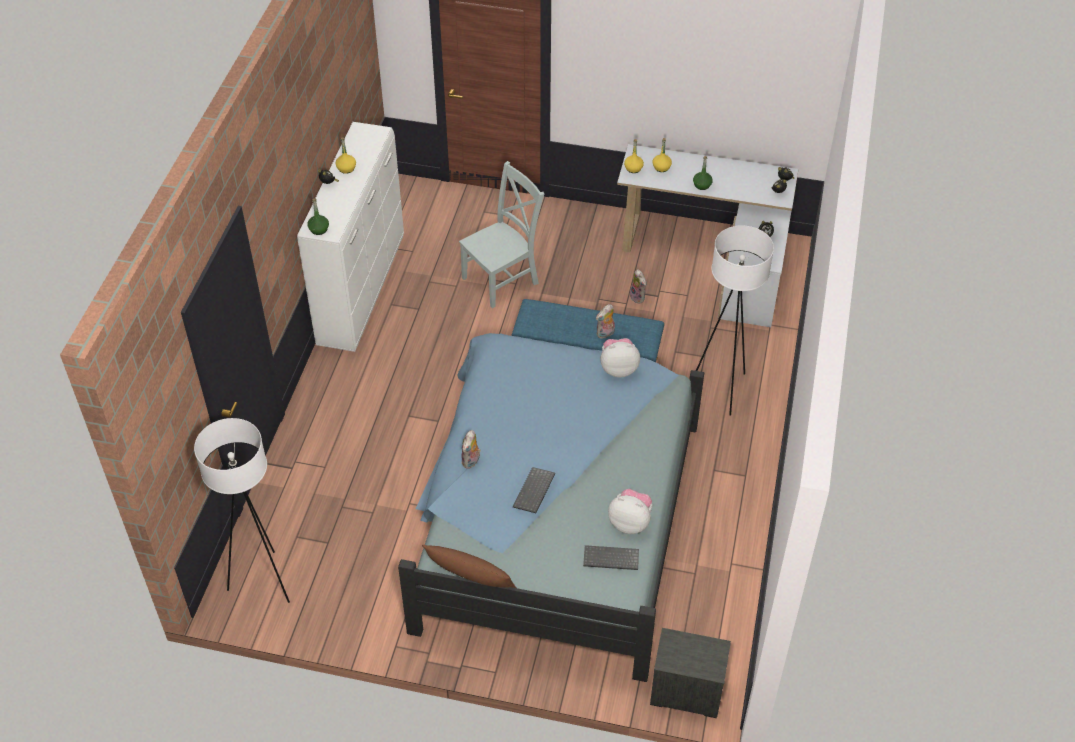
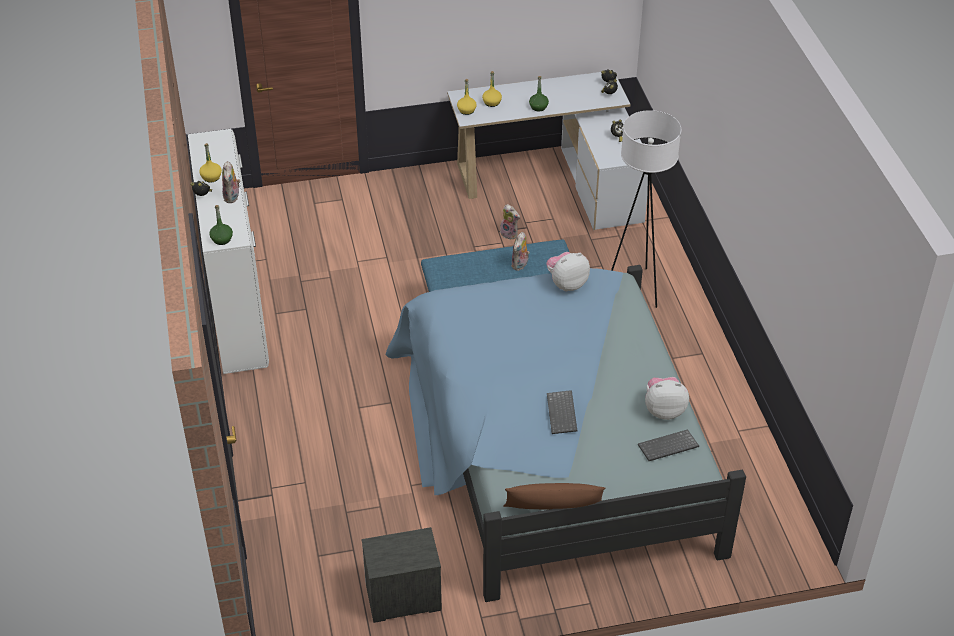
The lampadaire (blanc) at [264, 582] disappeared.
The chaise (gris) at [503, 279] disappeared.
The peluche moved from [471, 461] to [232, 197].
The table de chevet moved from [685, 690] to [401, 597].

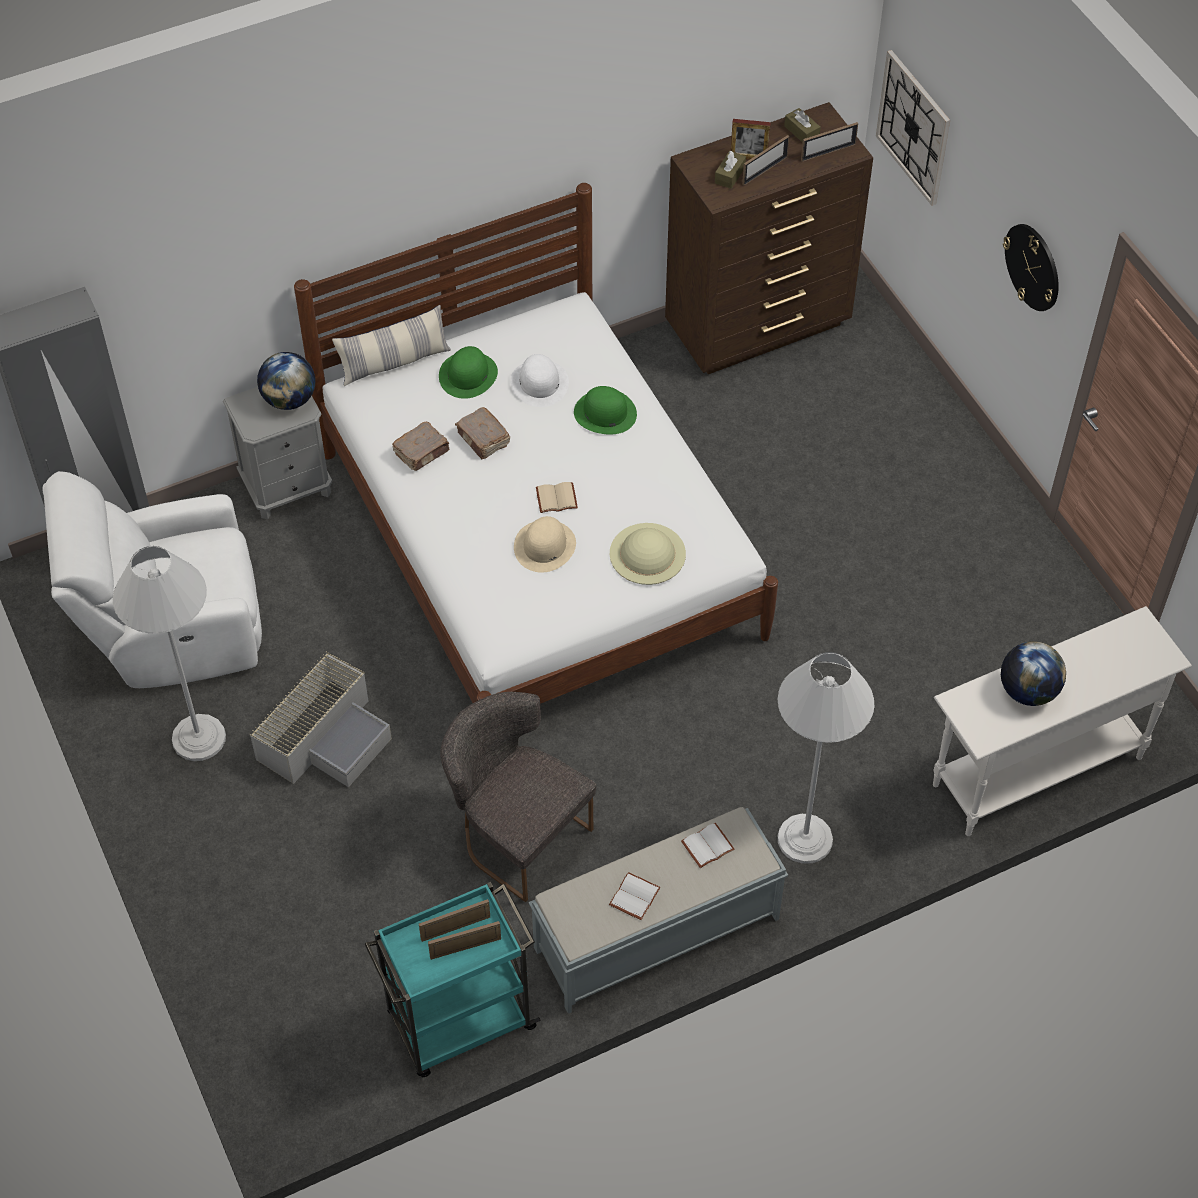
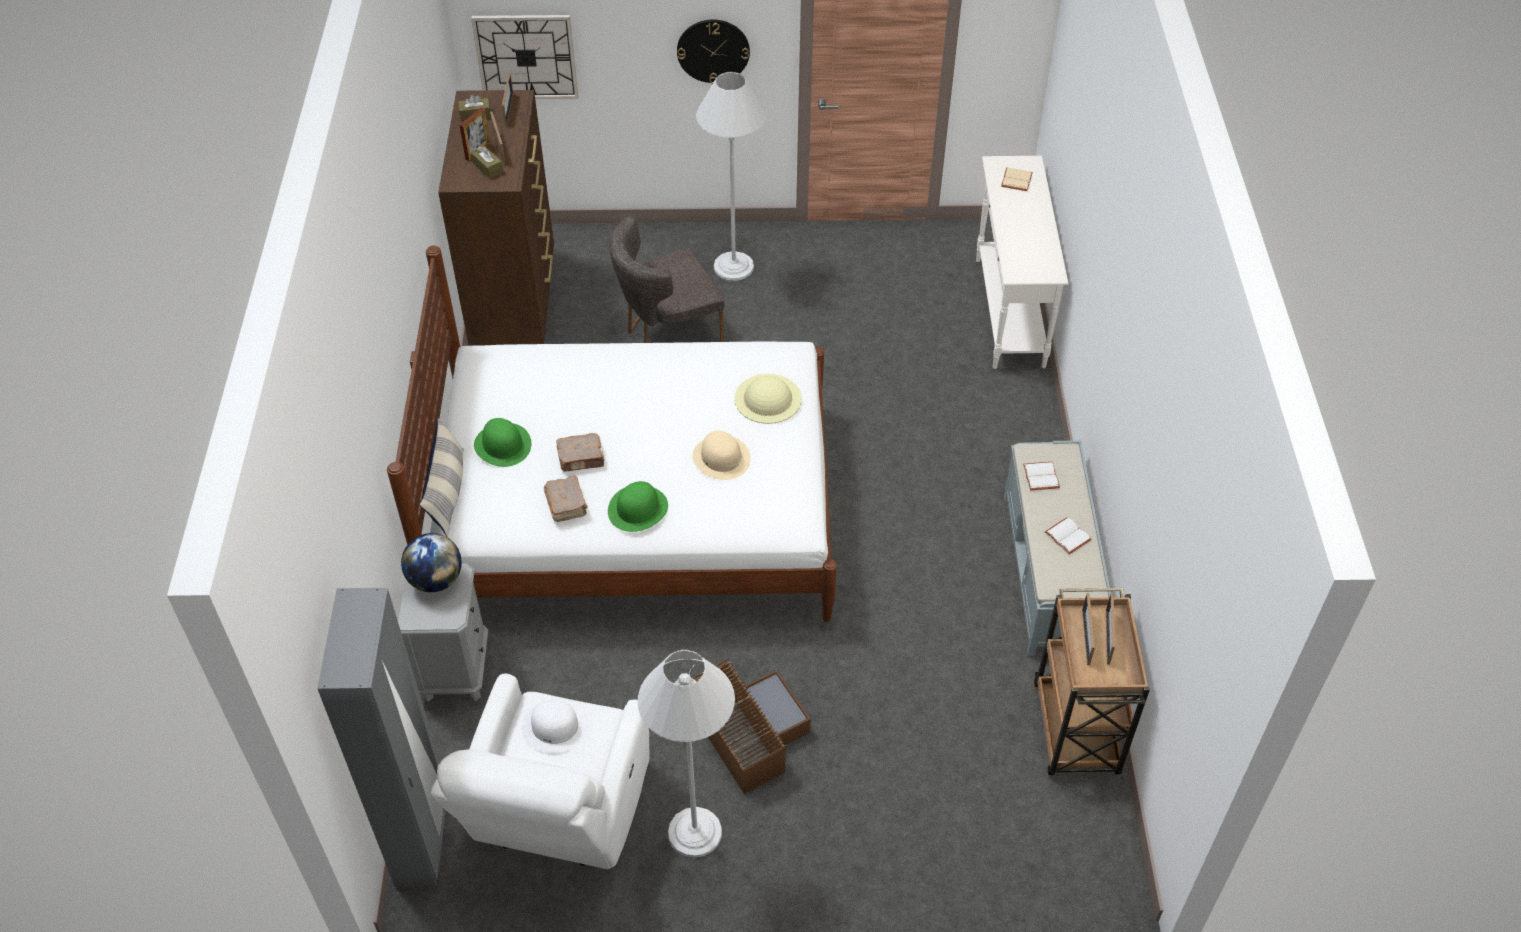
The globe at [1028, 691] disappeared.
The chaise (gris) moved from [516, 834] to [667, 335].
The chapeau (blanc) moved from [539, 383] to [555, 726].
The livre (beige) moved from [557, 497] to [1015, 179].
The chapeau (vert) moved from [605, 413] to [638, 509].
The lampadaire (blanc) moved from [805, 839] to [733, 266].
The boîte de rangement (gris) at [326, 735] became the boîte de rangement (marron) at [747, 730].
The chariot (turquoise) at [459, 1022] became the chariot (marron) at [1076, 731].

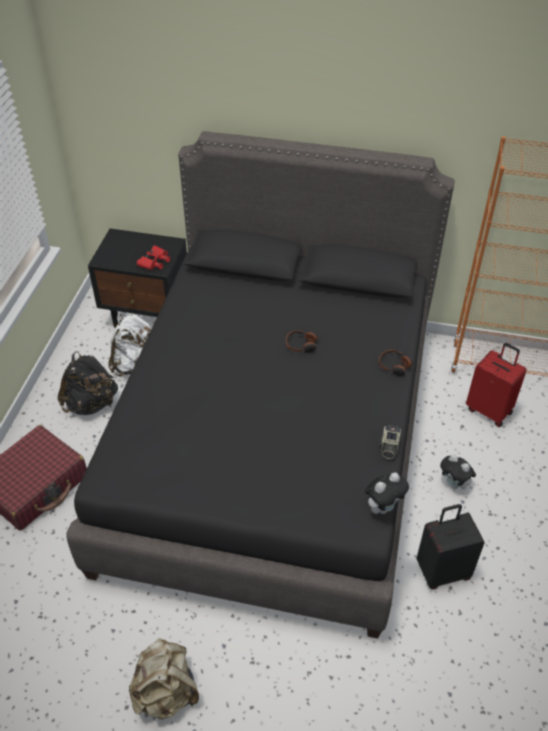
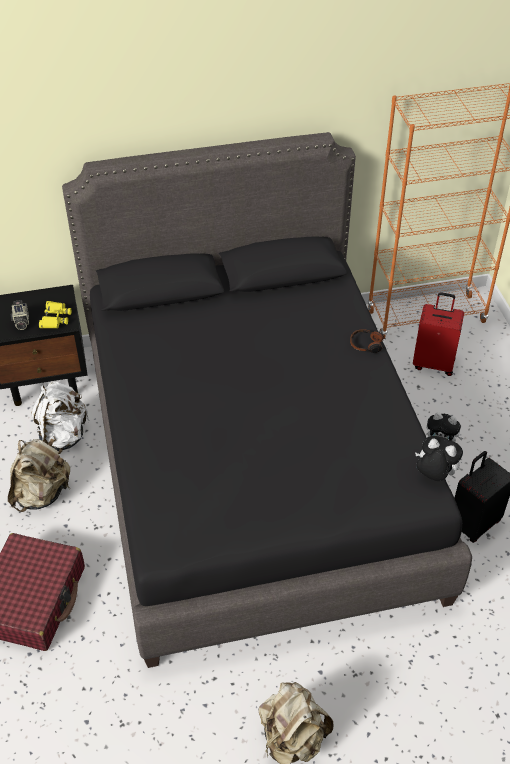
The casque audio at [302, 345] disappeared.
The appareil photo moved from [388, 447] to [21, 321].
The sac à dos (noir) at [91, 404] became the sac à dos (beige) at [42, 494].
The jumelles (rouge) at [154, 261] became the jumelles (jaune) at [55, 318].
The peluche at [383, 507] turned 90 degrees counterclockwise.

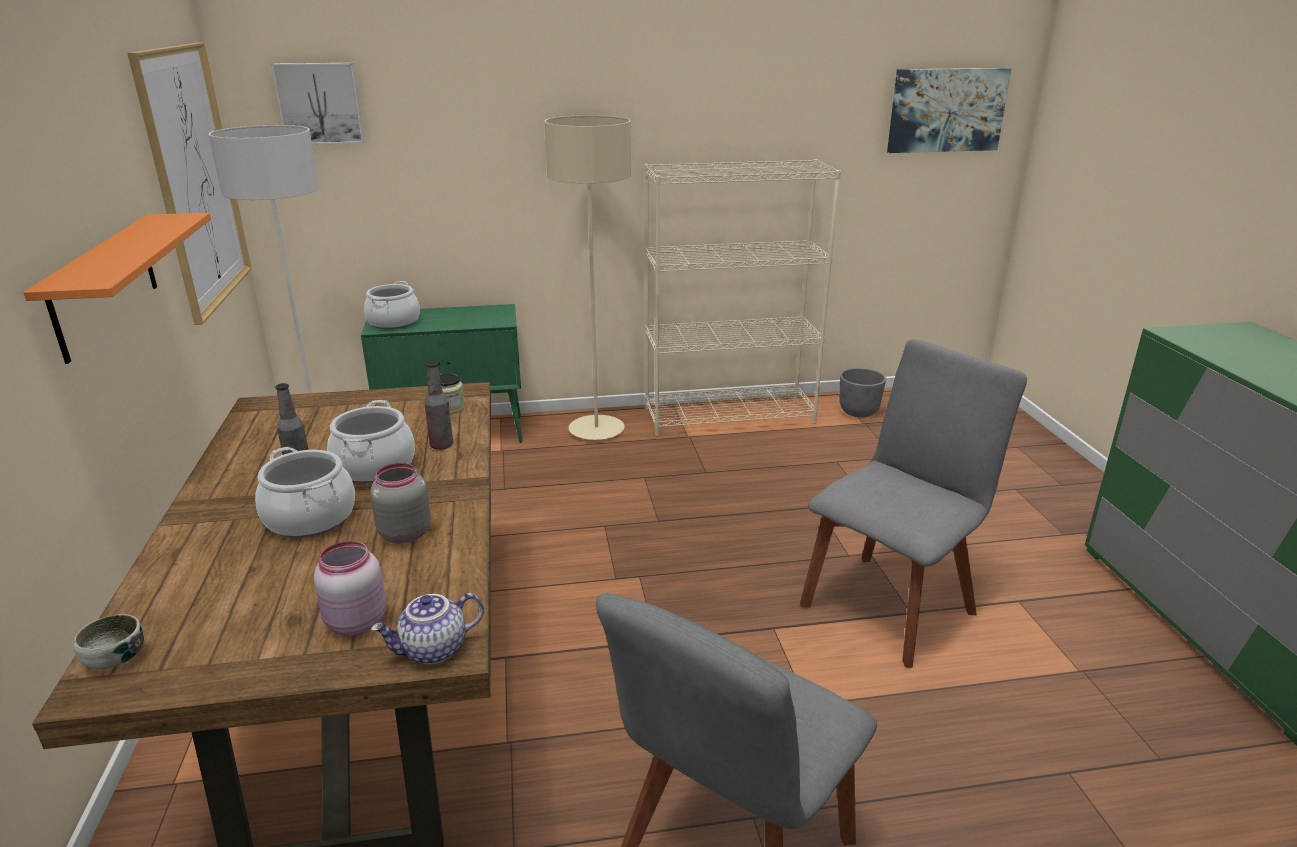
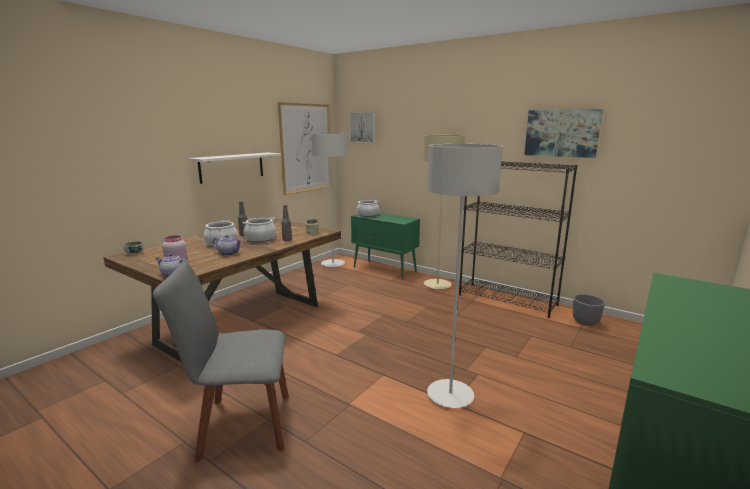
The tableau moved from [946, 110] to [561, 133].
The bocal (gris) at [403, 534] was replaced by the théière at [228, 253].
The chaise (gris) at [891, 604] was replaced by the lampadaire (gris) at [450, 395].
The étagère (orange) at [104, 284] became the étagère (blanc) at [232, 167].
The bibliothèque (beige) at [730, 415] became the bibliothèque (noir) at [507, 300].

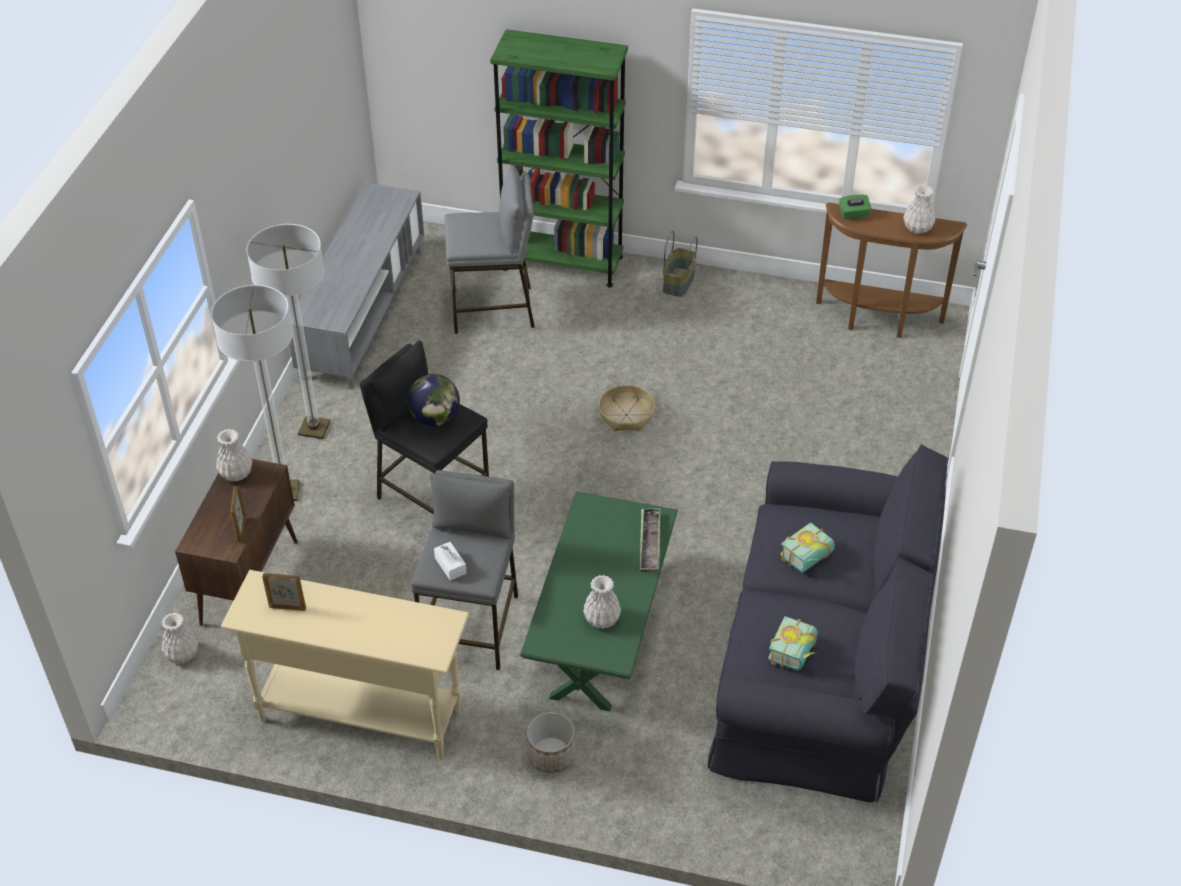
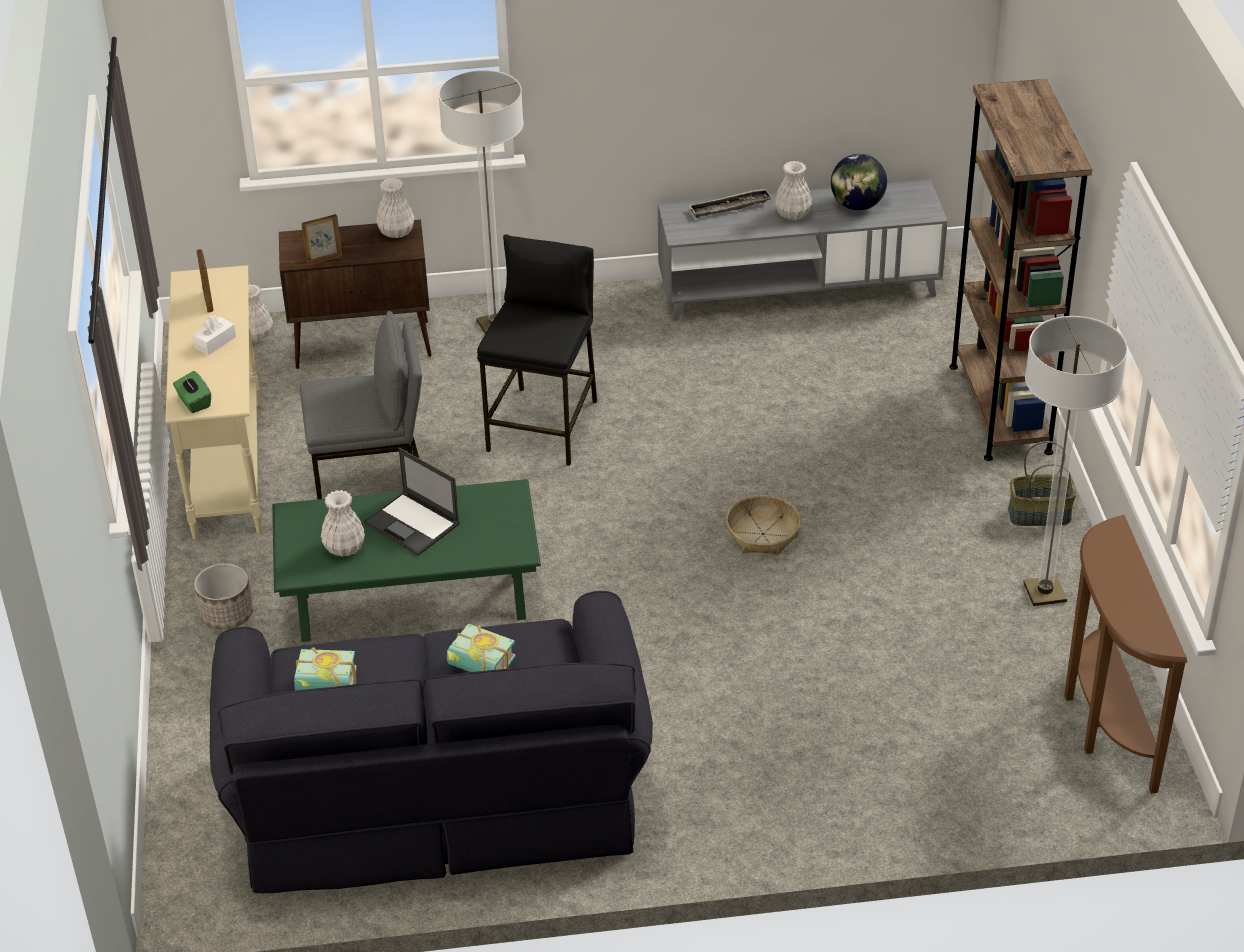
The tabouret (gris) at [493, 310] disappeared.
The ordinateur portable at [413, 524] appeared.
The lampadaire moved from [314, 428] to [1044, 593].
The globe moved from [435, 418] to [857, 205].
The boîte à mouchoirs (blanc) moved from [450, 565] to [215, 342].
The plateau moved from [649, 543] to [730, 207].
The boîte à mouchoirs (vert) moved from [853, 214] to [194, 402].
The vase (blanc) moved from [917, 228] to [792, 214].
The bibliothèque (vert) at [562, 263] became the bibliothèque (marron) at [1000, 408].

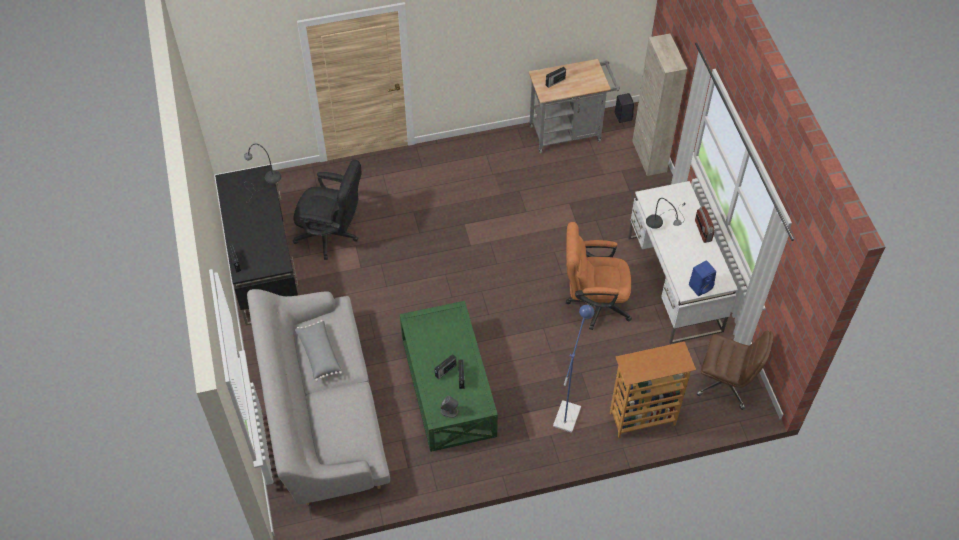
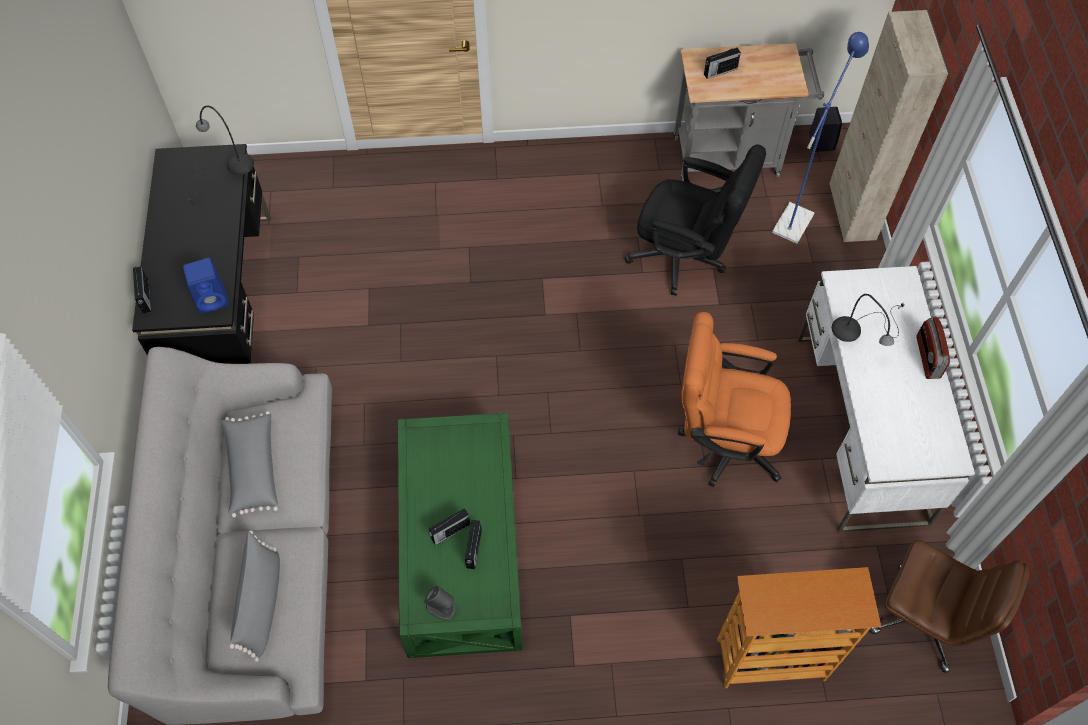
The coussin (gris) at [261, 603] appeared.
The chaise de bureau (noir) moved from [332, 235] to [685, 258].
The lampadaire (bleu) moved from [568, 411] to [796, 217].
The enceinte (bleu) moved from [701, 286] to [213, 299].

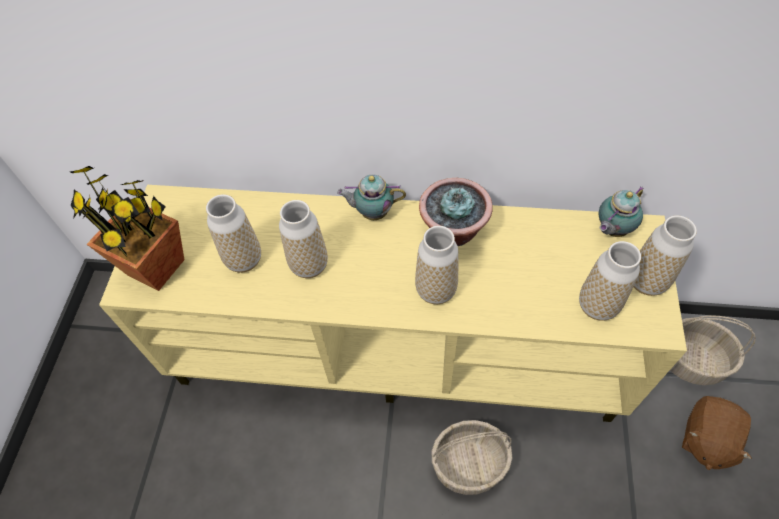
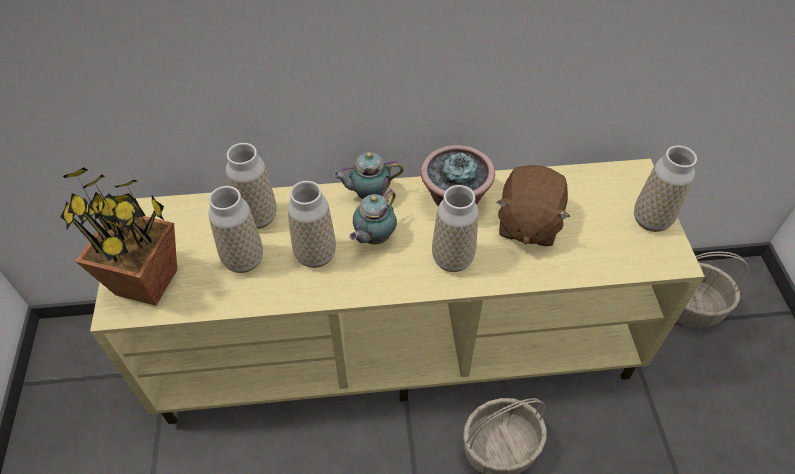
The vase moved from [597, 306] to [258, 217].
The théière moved from [611, 230] to [373, 238].
The peluche (marron) moved from [706, 439] to [527, 223].

